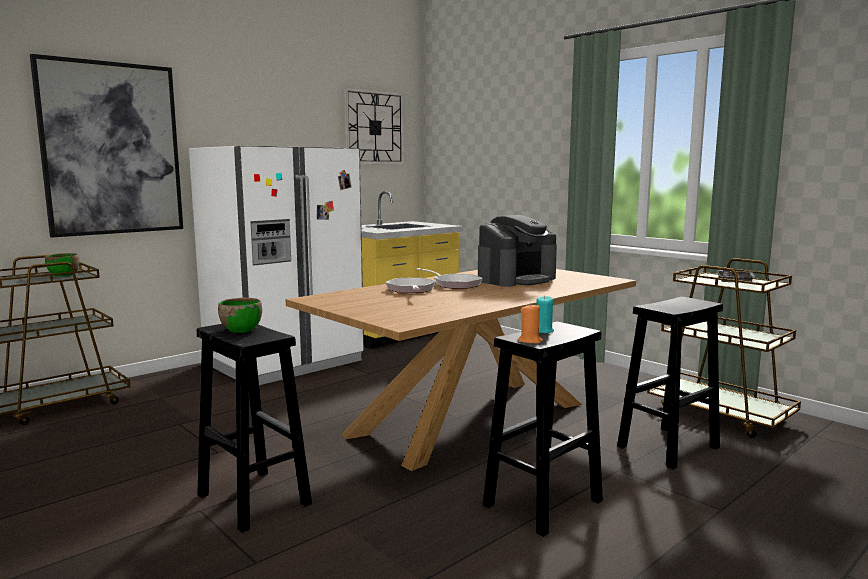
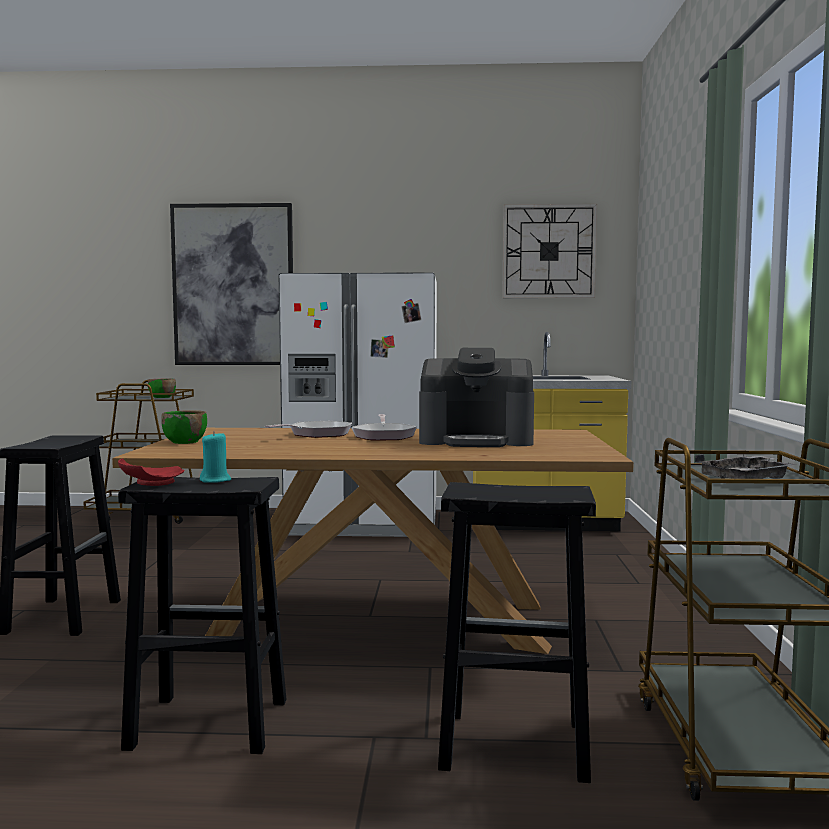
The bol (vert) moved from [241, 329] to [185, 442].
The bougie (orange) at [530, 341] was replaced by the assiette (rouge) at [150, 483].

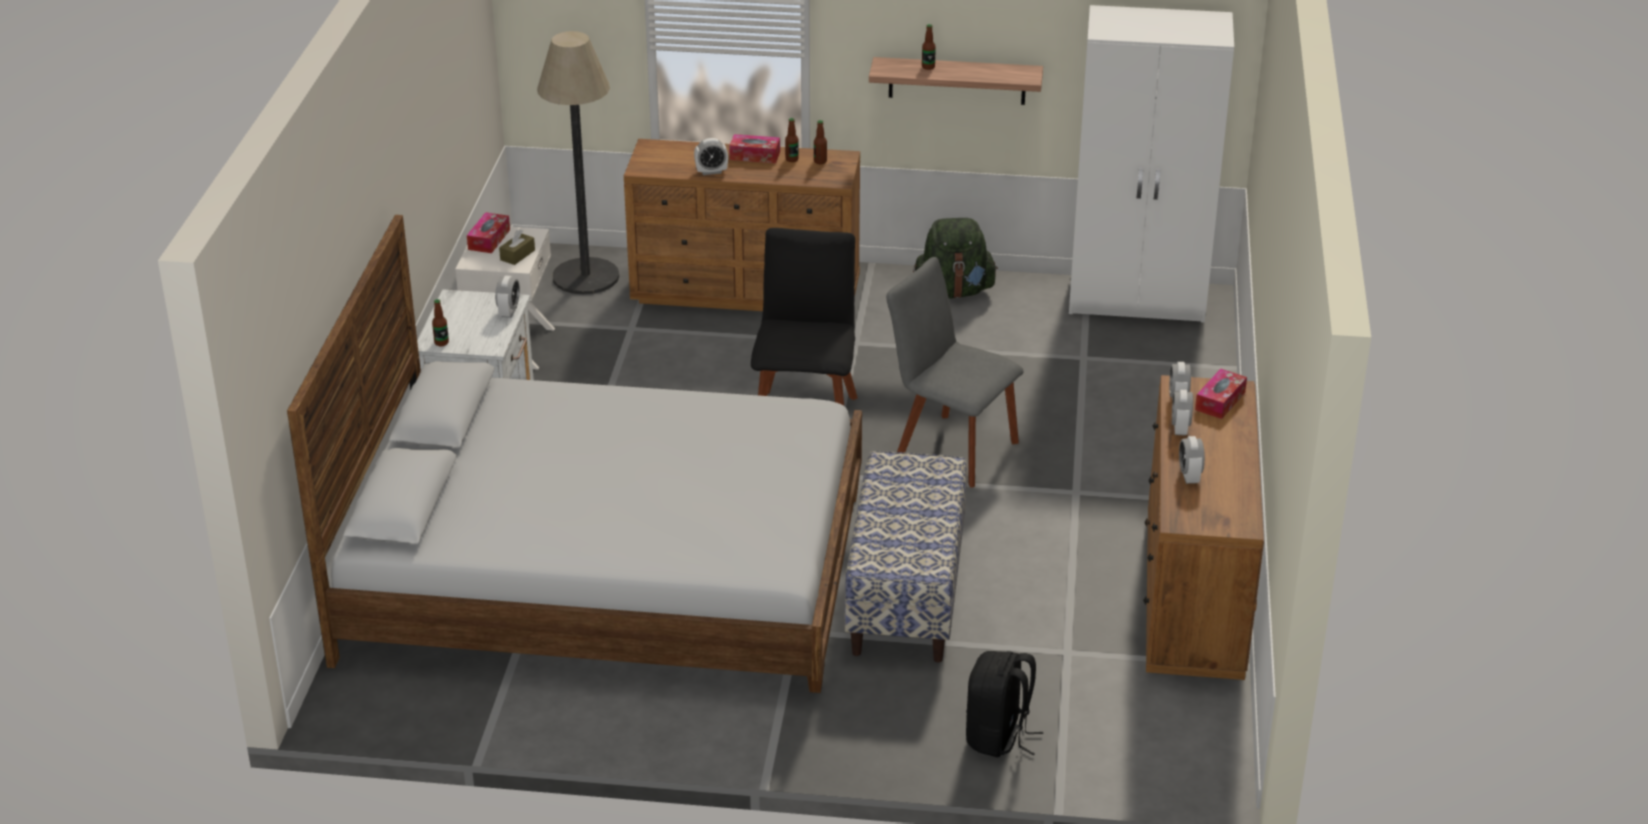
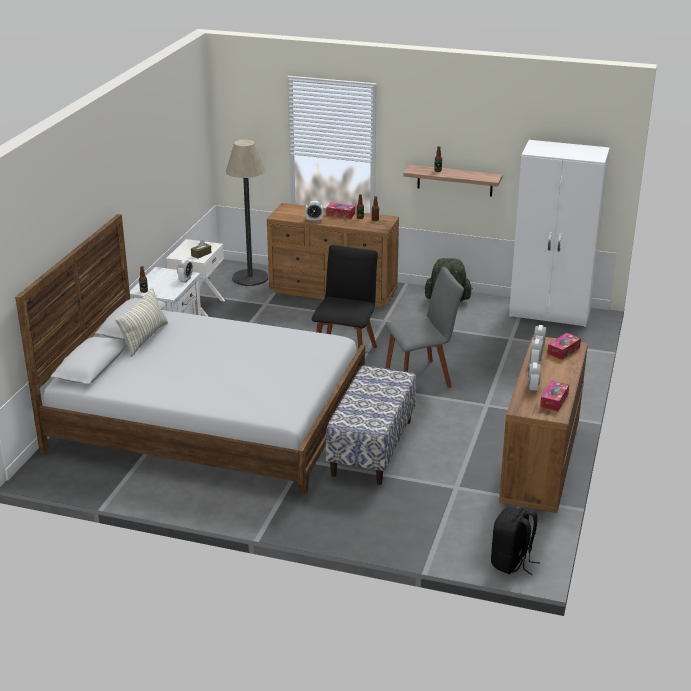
The coussin at [144, 338] appeared.
The boîte à mouchoirs moved from [489, 239] to [554, 400].
The sac à dos (noir) moved from [998, 737] to [512, 562].
The chaise (gris) at [951, 448] turned 120 degrees clockwise.

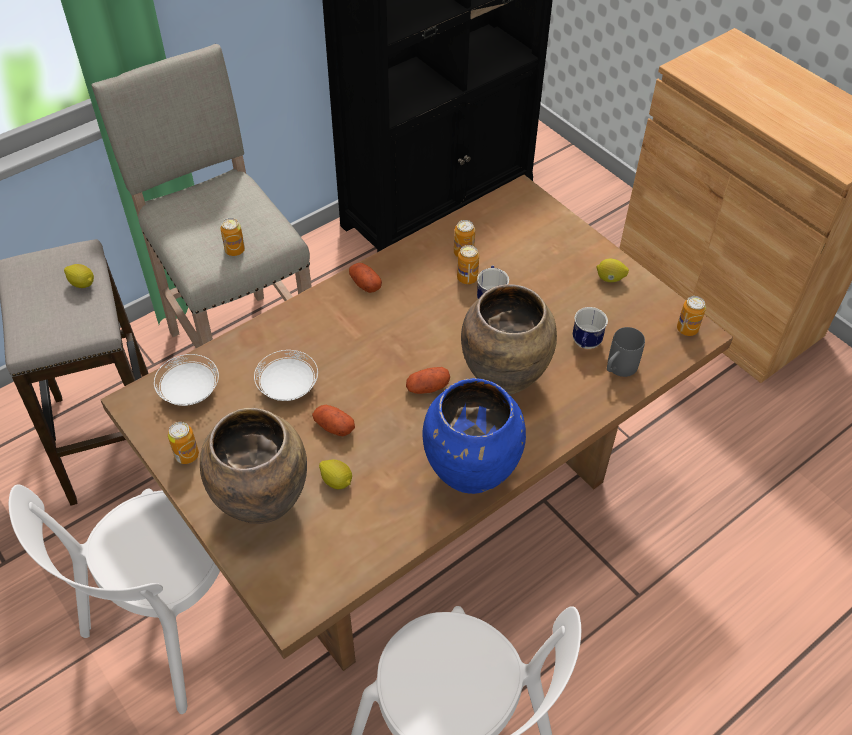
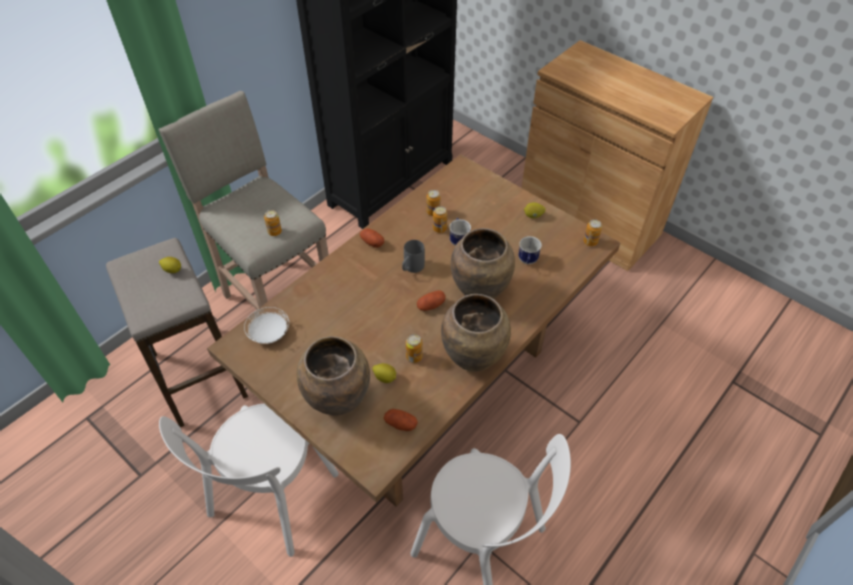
The assiette (blanc) at [288, 386] disappeared.
The boîte métallique moved from [187, 455] to [414, 357].
The pomme de terre moved from [334, 427] to [400, 424].
The mug (gris) moved from [618, 369] to [411, 268].
The vase (bleu) at [471, 474] became the vase (marron) at [474, 358].

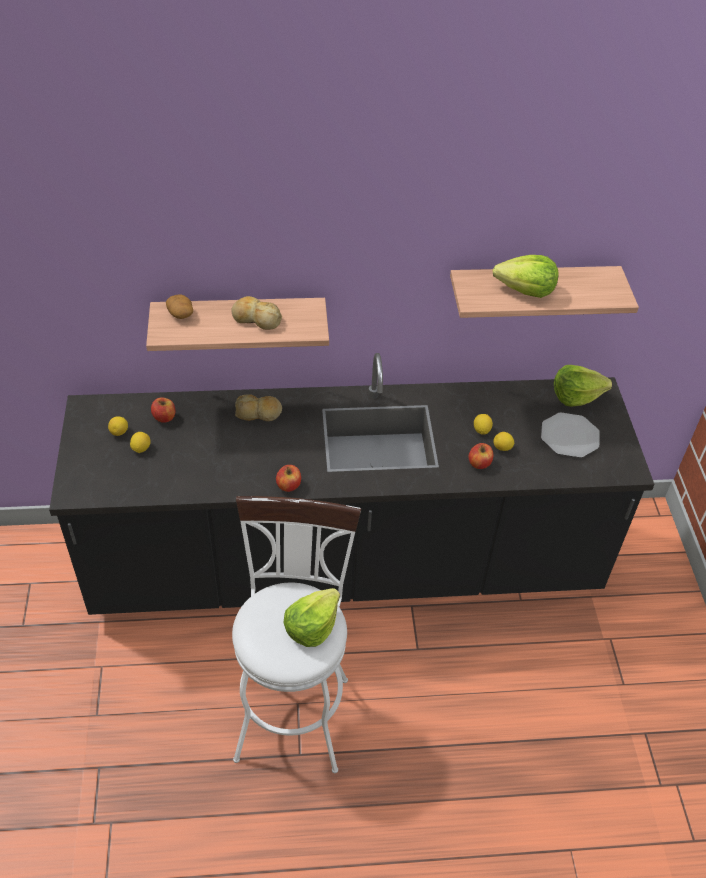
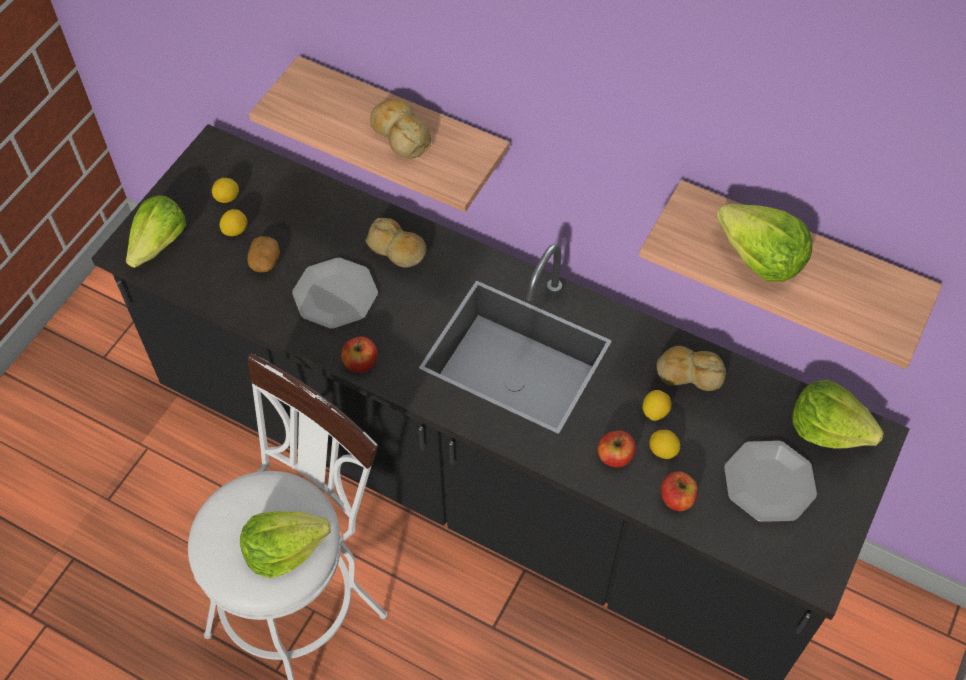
The laitue at [159, 244] appeared.
The assiette at [335, 294] appeared.
The pain at [689, 373] appeared.
The pomme moved from [164, 417] to [677, 498].
The pomme de terre moved from [181, 314] to [265, 261].

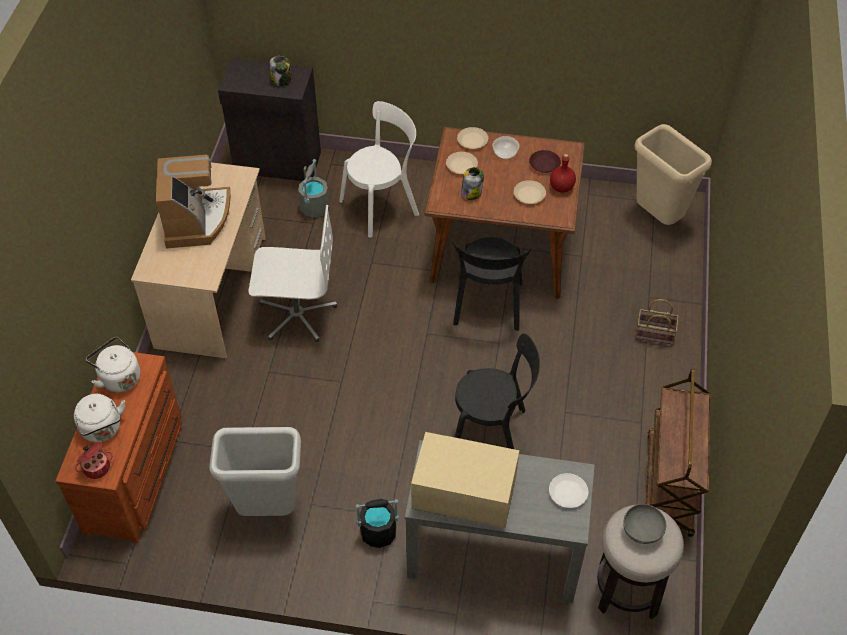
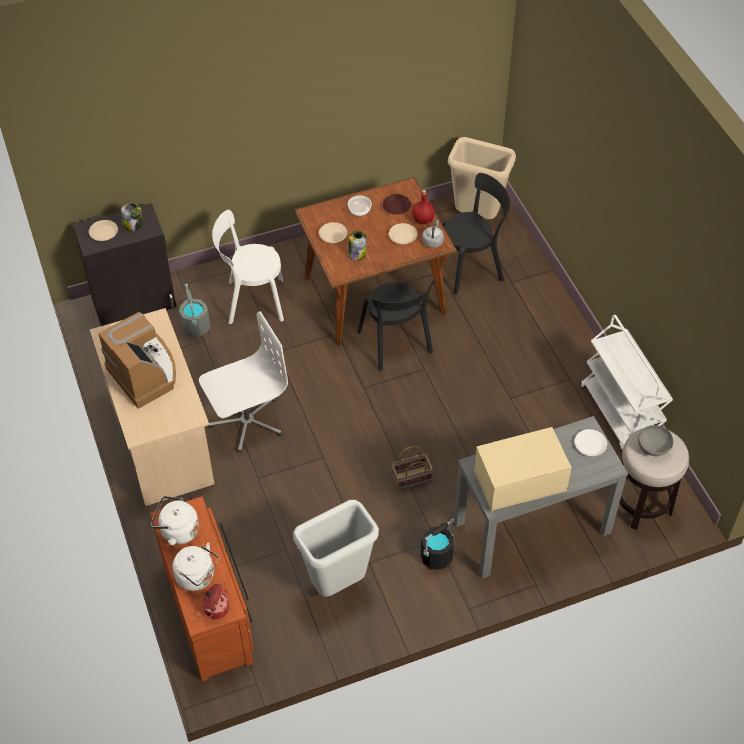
The bouilloire (gris) at [433, 241] appeared.
The chaise (noir) moved from [492, 434] to [471, 267].
The assiette (beige) moved from [472, 140] to [103, 232].
The panier moved from [653, 334] to [411, 479].
The chariot (marron) at [669, 486] became the chariot (blanc) at [620, 416].
The chaise (blanc) at [382, 206] turned 120 degrees counterclockwise.

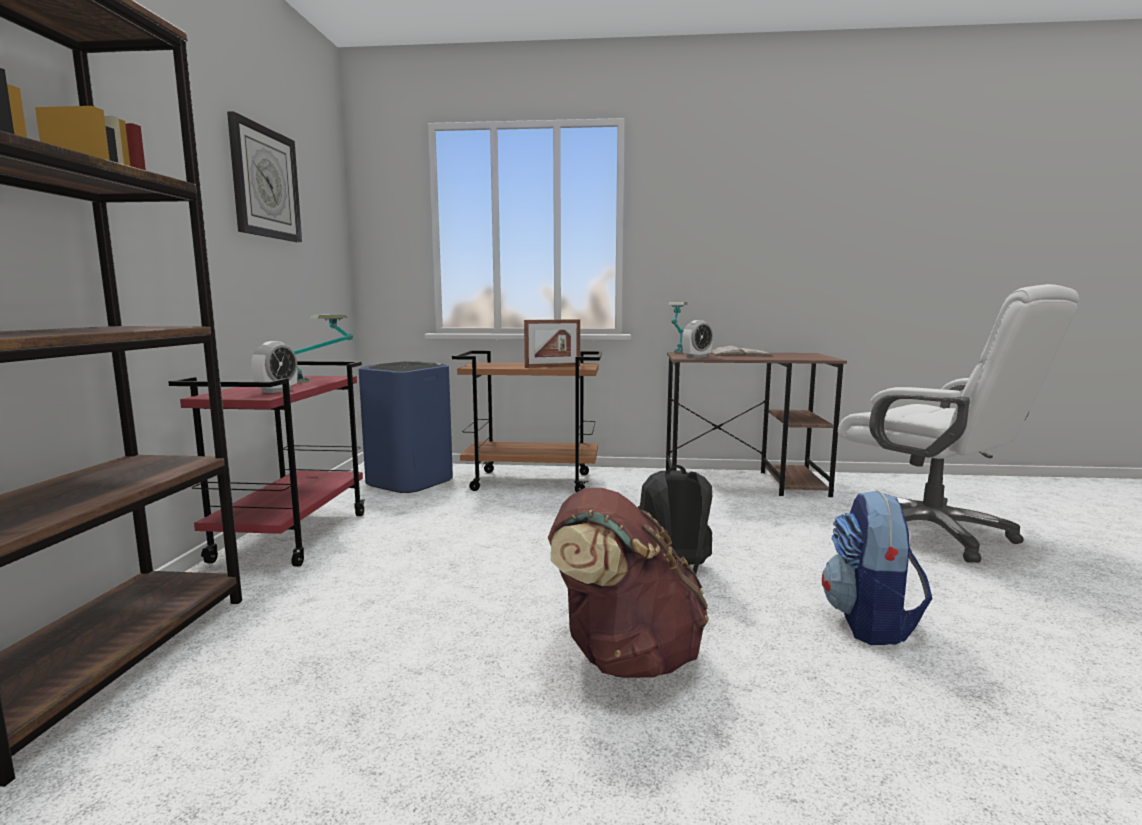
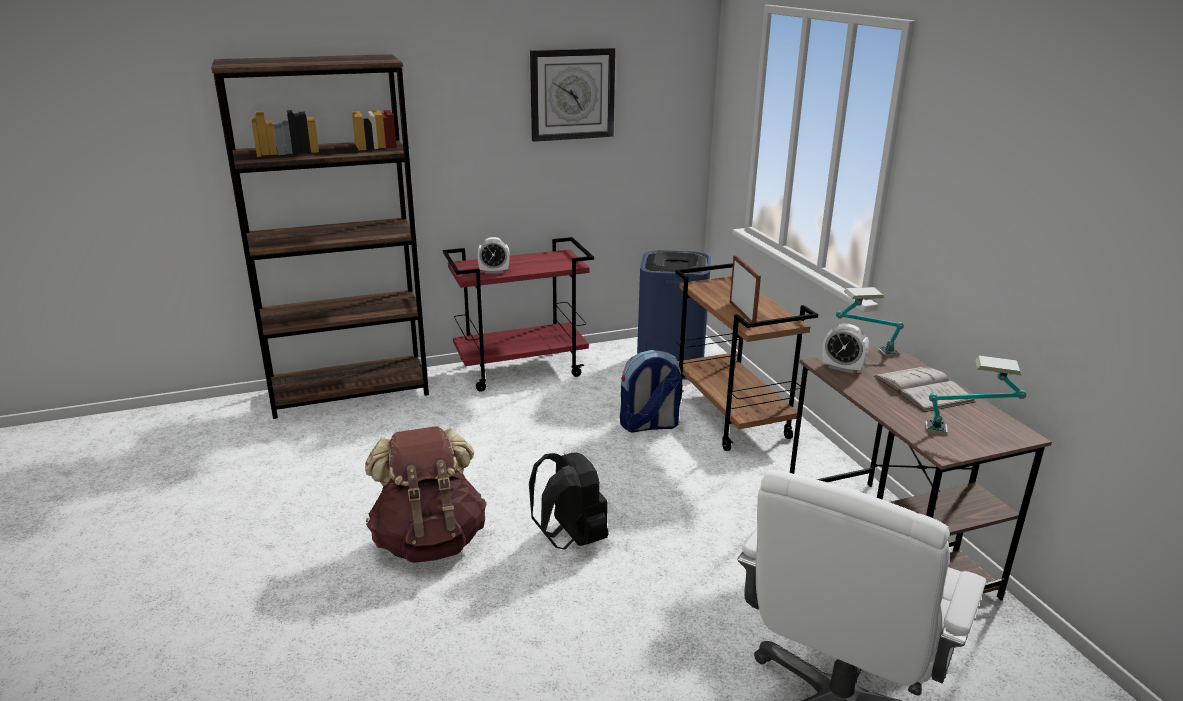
The lampe de table moved from [322, 379] to [967, 433].
The sac à dos moved from [870, 623] to [649, 425].
The cadre photo at [552, 366] turned 150 degrees counterclockwise.

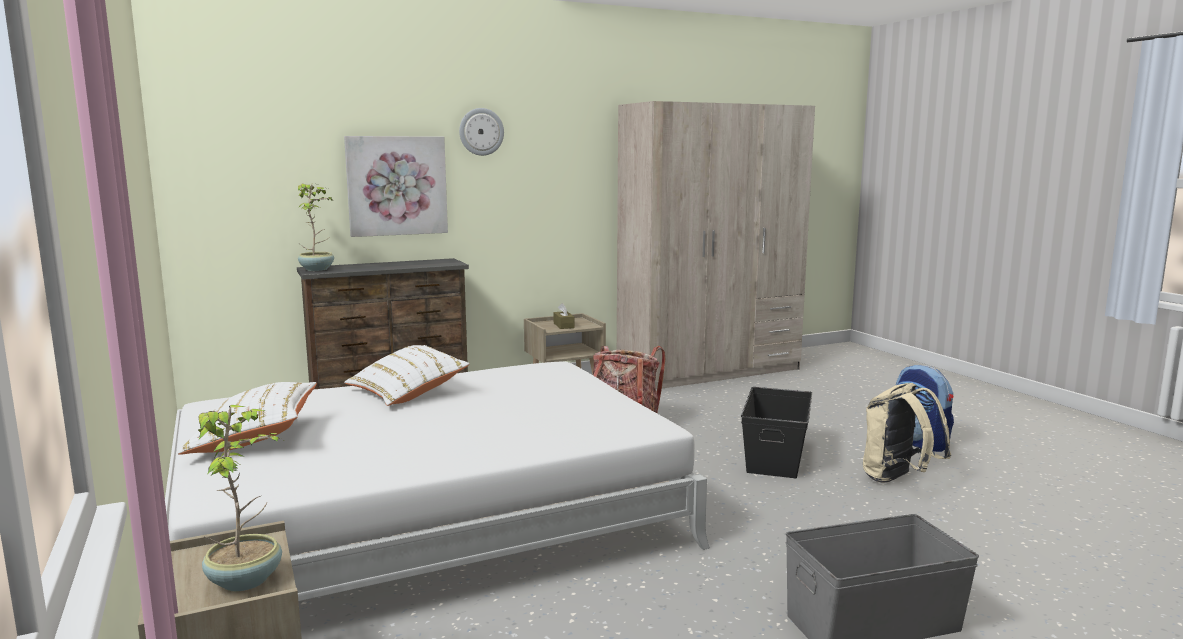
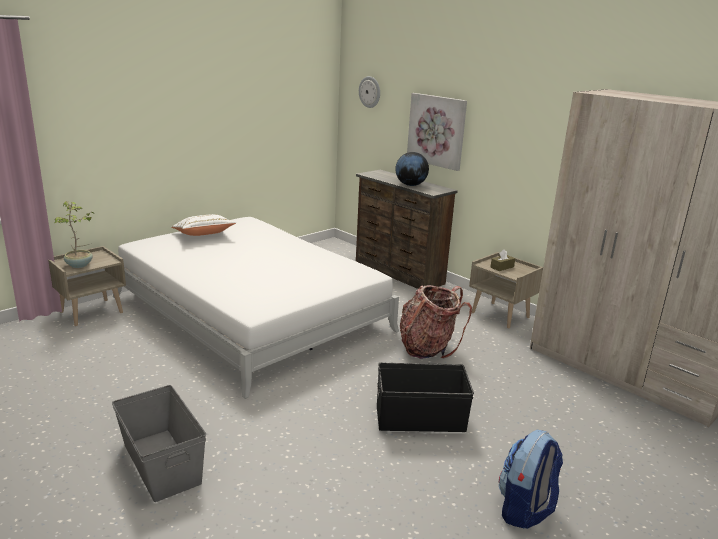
The plante en pot at [317, 269] disappeared.
The coussin (blanc) at [408, 393] disappeared.
The sac à dos (beige) at [898, 479] disappeared.
The globe at [410, 185] appeared.
The horloge murale moved from [481, 131] to [370, 92].

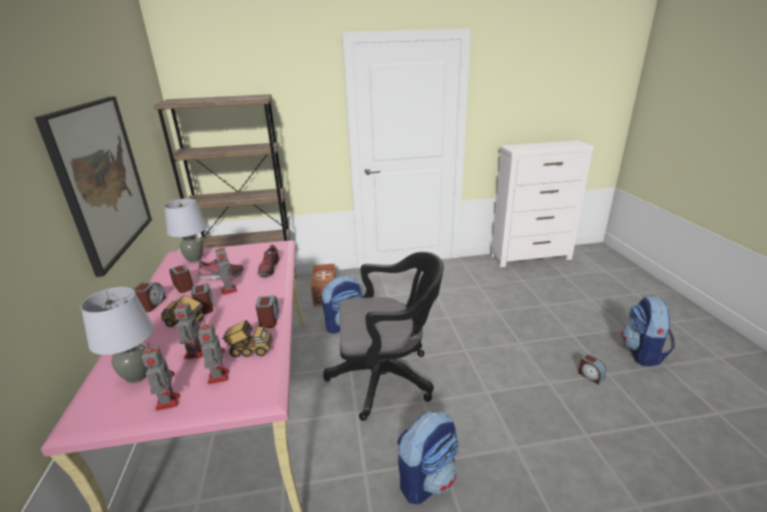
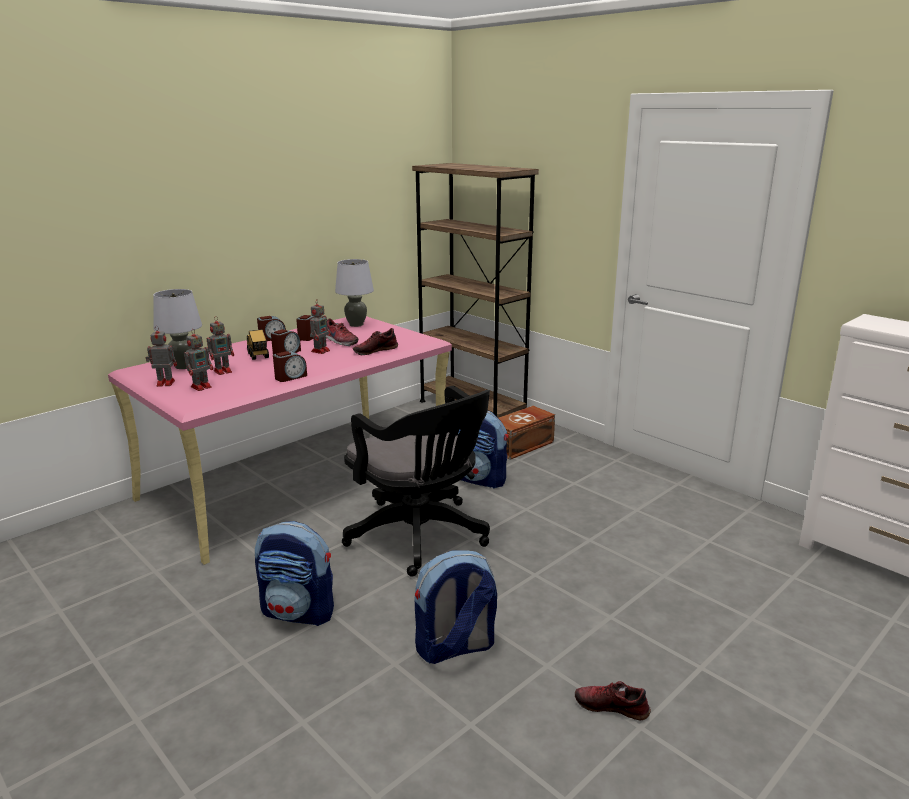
The tableau at [102, 180] disappeared.
The camion jouet at [250, 350] disappeared.
The sac à dos moved from [642, 353] to [455, 648].
The réveil at [590, 376] was replaced by the chaussure at [611, 706].
The robot jouet at [168, 401] turned 135 degrees counterclockwise.

